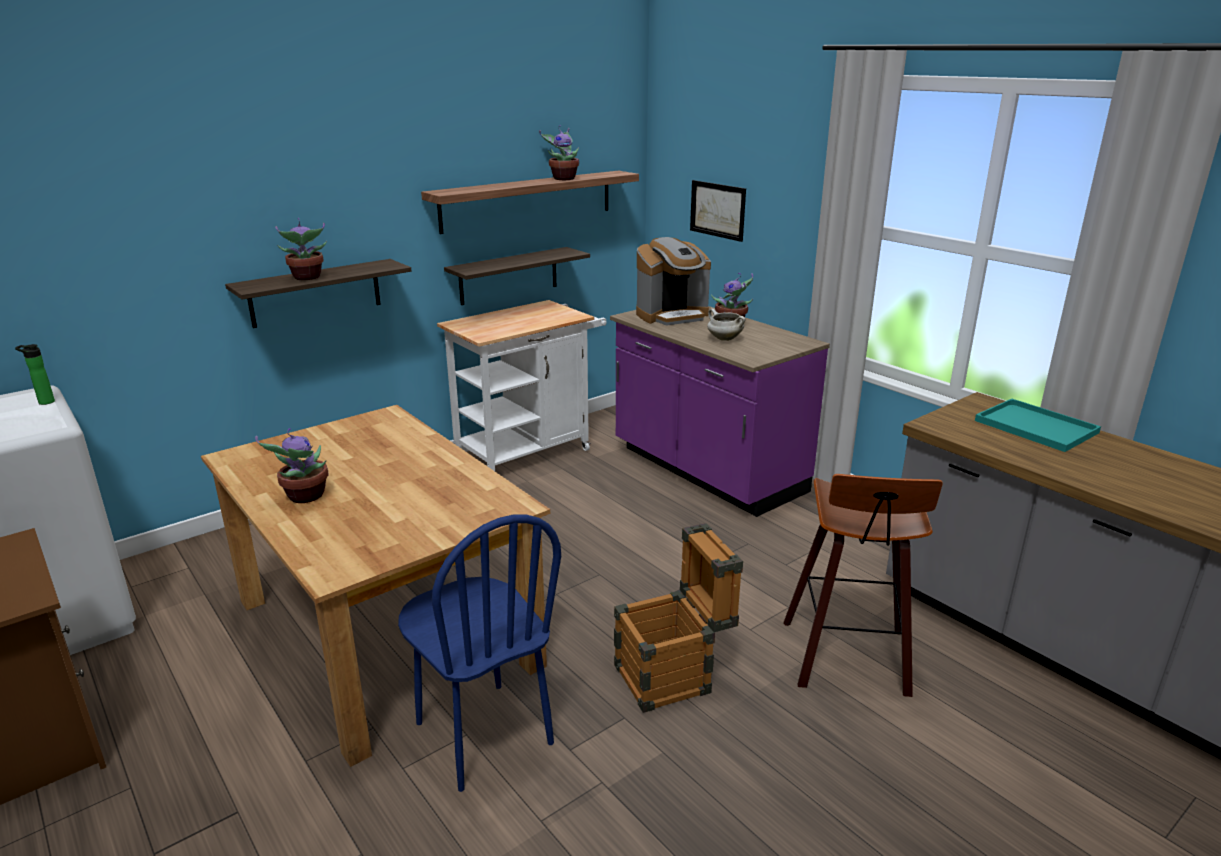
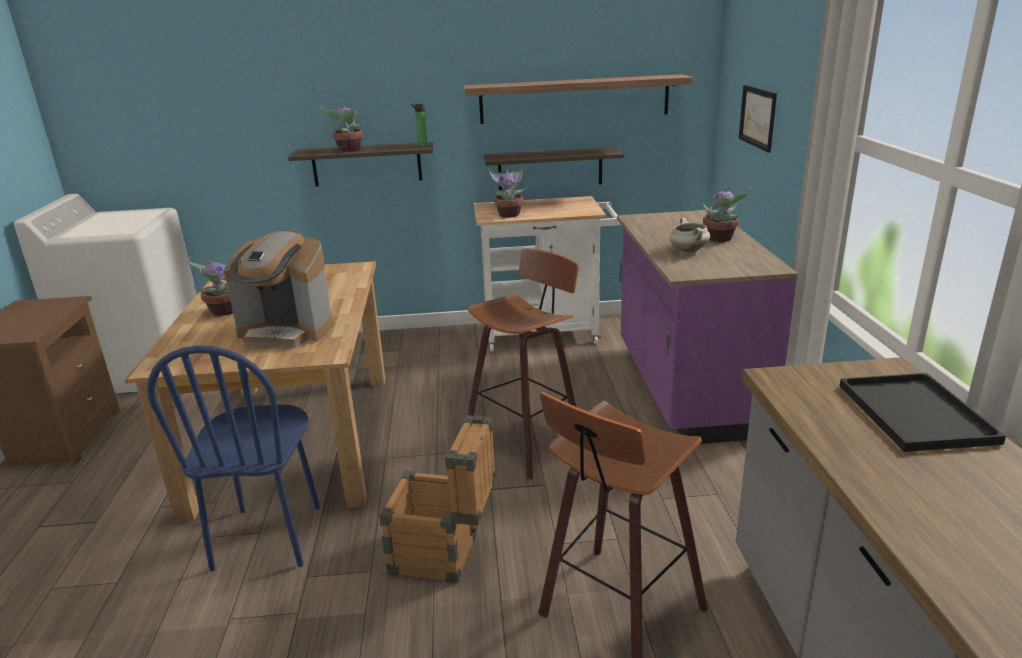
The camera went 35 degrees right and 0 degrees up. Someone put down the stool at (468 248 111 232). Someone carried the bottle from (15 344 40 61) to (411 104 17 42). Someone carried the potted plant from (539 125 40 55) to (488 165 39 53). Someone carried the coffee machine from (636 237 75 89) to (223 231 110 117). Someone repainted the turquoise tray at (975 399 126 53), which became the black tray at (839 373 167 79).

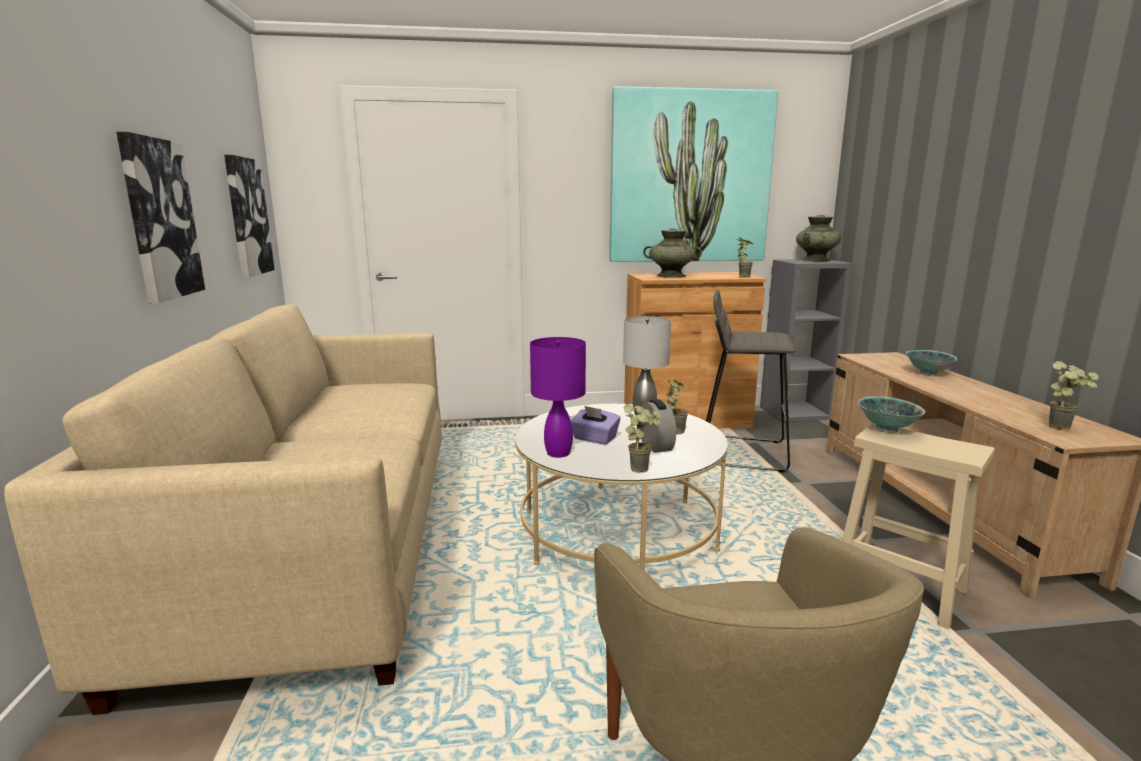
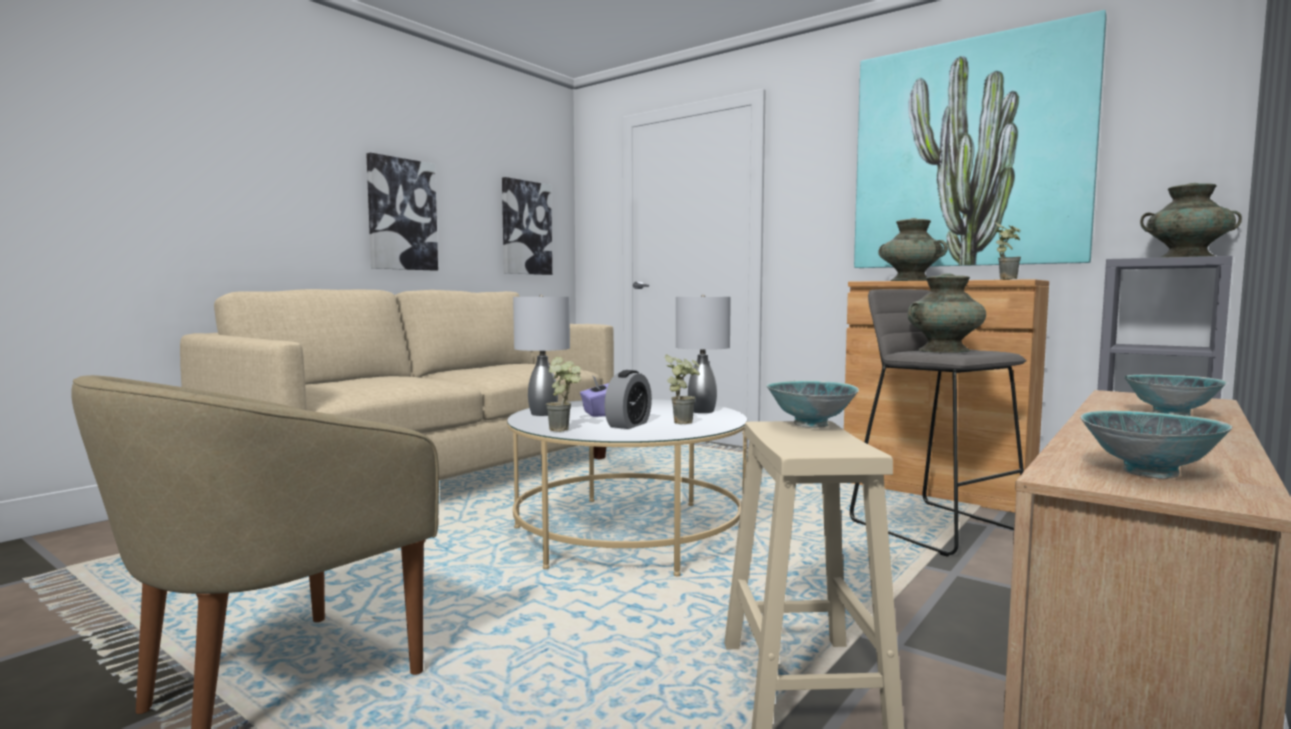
The camera went 45 degrees right and 10 degrees down. Someone put down the turquoise vase at (907 273 79 80). Someone swapped the potted plant at (1049 361 50 69) for the bowl at (1080 411 152 68). Someone repainted the purple table lamp at (530 337 56 121), which became the grey table lamp at (513 295 57 121).

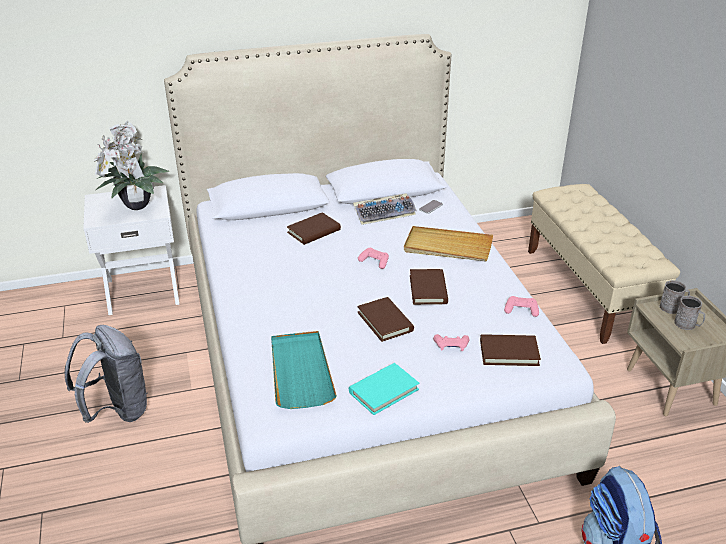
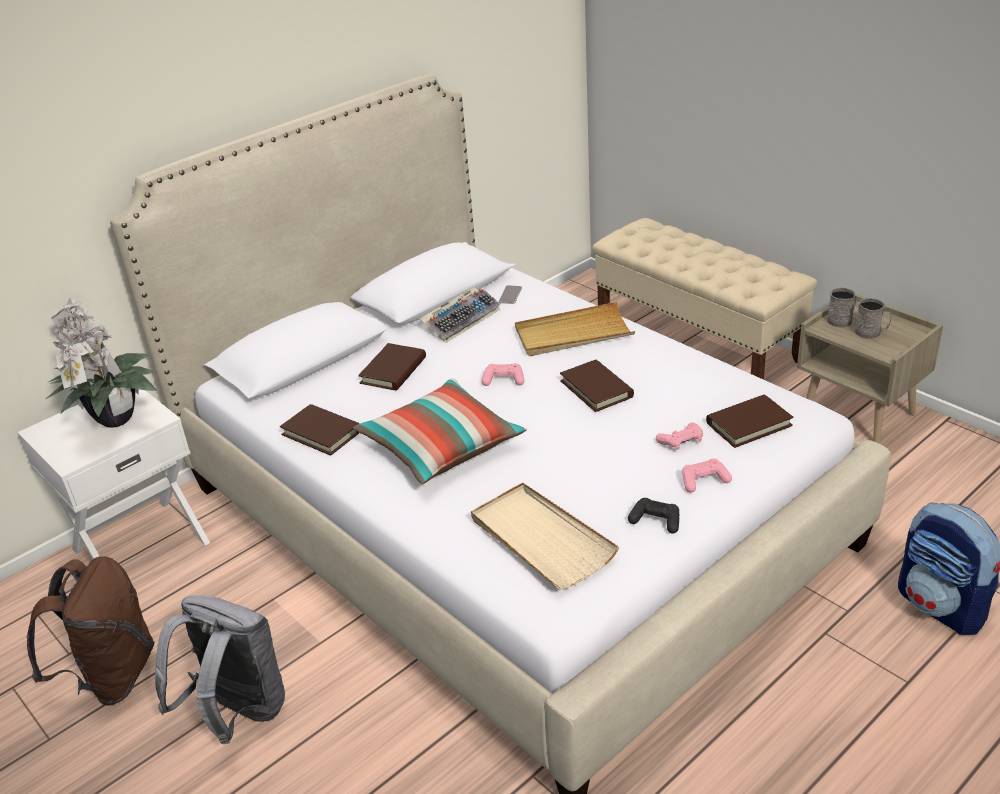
The camera went 25 degrees left and 0 degrees up. Someone put down the brown backpack at (27 557 128 149). Someone put down the pillow at (353 378 174 106). Someone carried the brown book from (357 297 57 45) to (280 404 80 52). Someone carried the pink game controller from (504 296 35 21) to (682 458 50 34). Someone swapped the turquoise book at (349 363 70 52) for the black game controller at (628 498 51 36). Someone repainted the turquoise tray at (271 331 66 78), which became the beige tray at (471 483 148 106).

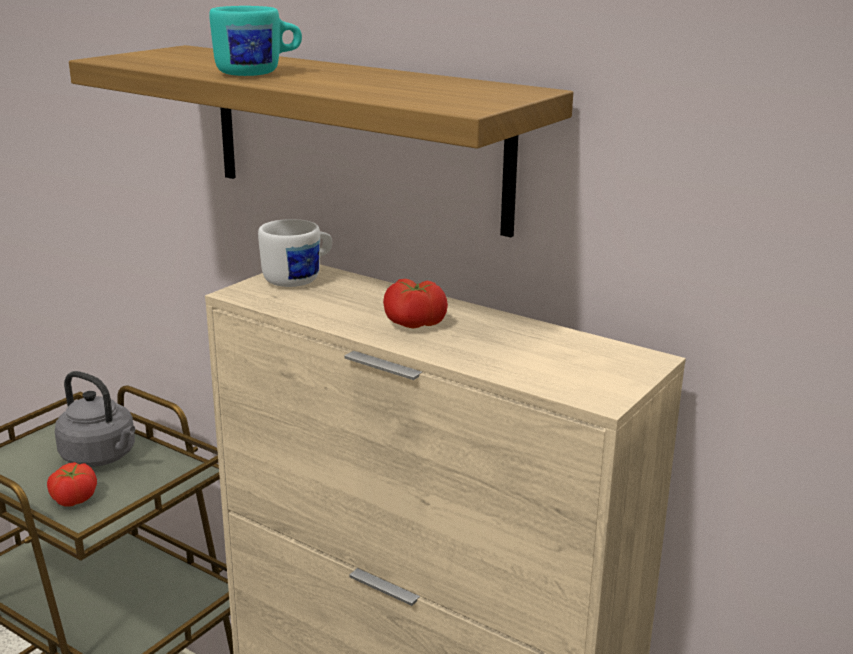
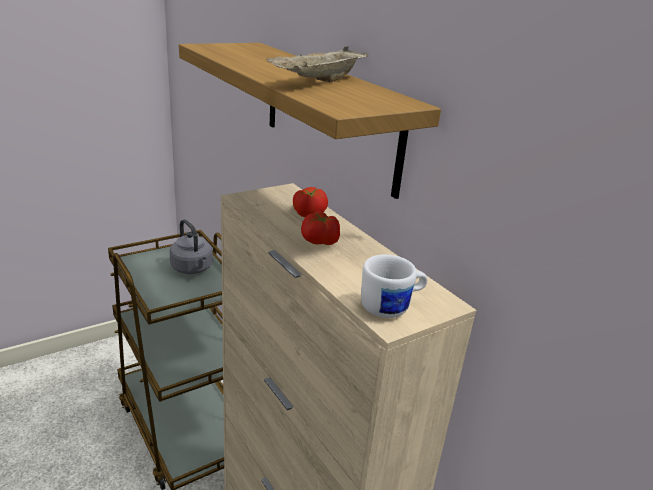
The camera went 20 degrees right and 5 degrees up. Someone took away the turquoise mug at (209 6 93 70). Someone put down the beige tray at (266 46 102 36). Someone carried the tomato from (47 462 50 45) to (293 187 35 30). Someone carried the white mug from (258 219 74 68) to (361 254 67 64).

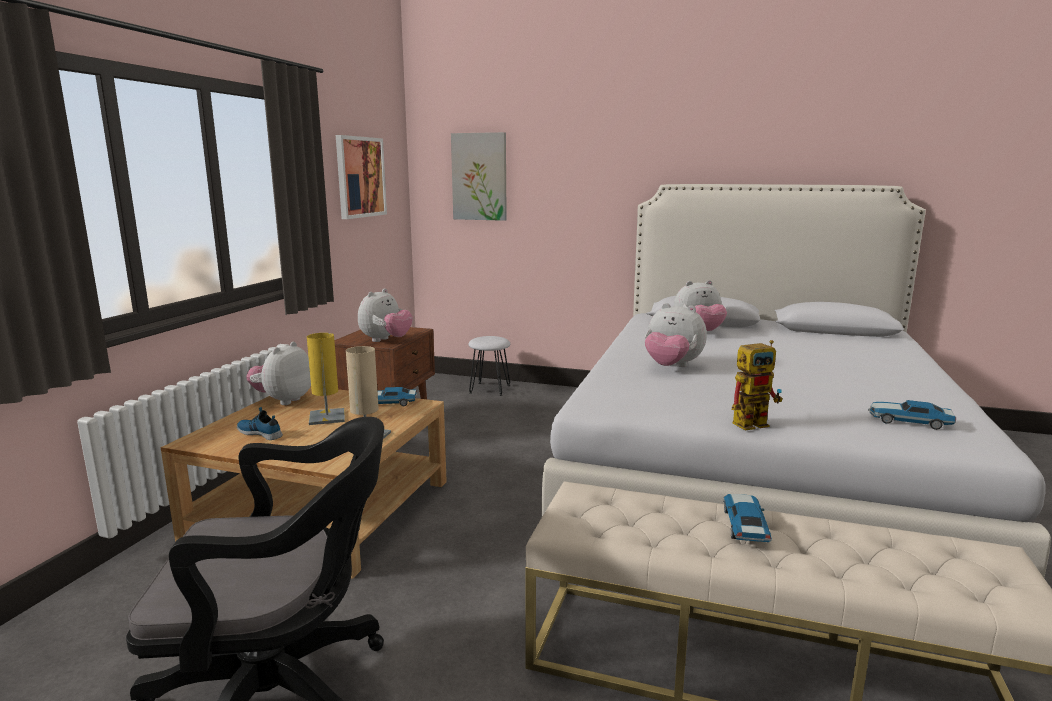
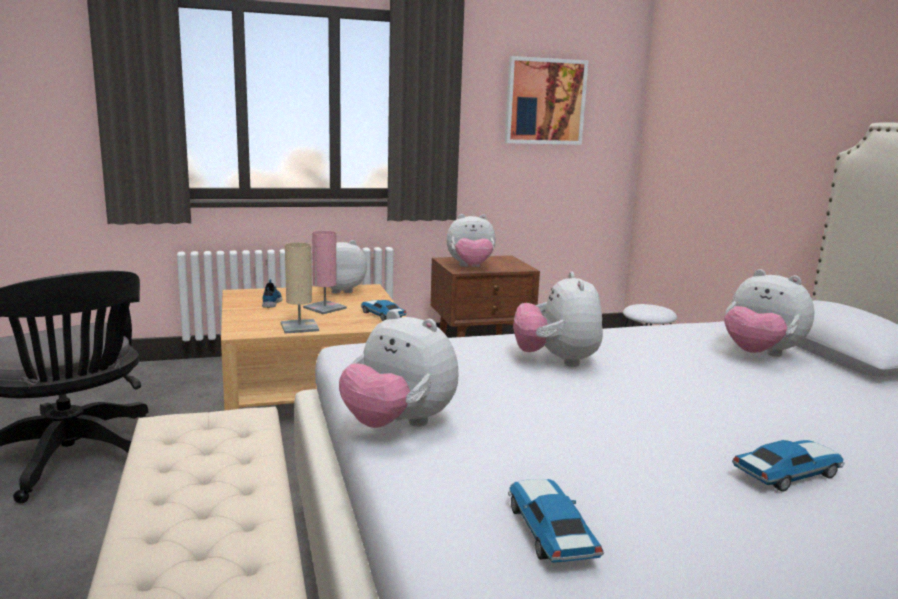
The camera went 55 degrees right and 0 degrees up. Someone took away the picture at (451 132 56 89). Someone carried the toy car from (723 494 49 48) to (732 440 113 52). Someone swapped the toy robot at (732 340 51 91) for the plush toy at (339 310 119 118). Someone repainted the yellow table lamp at (307 333 38 92), which became the pink table lamp at (303 231 44 83).

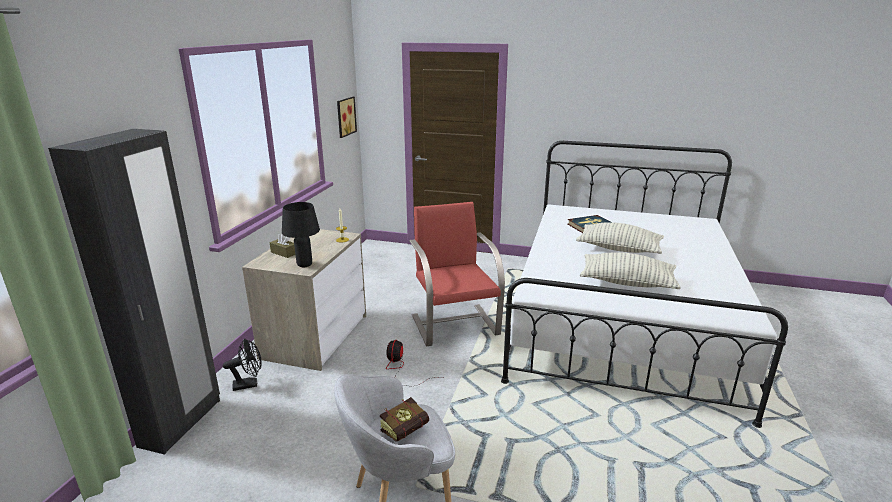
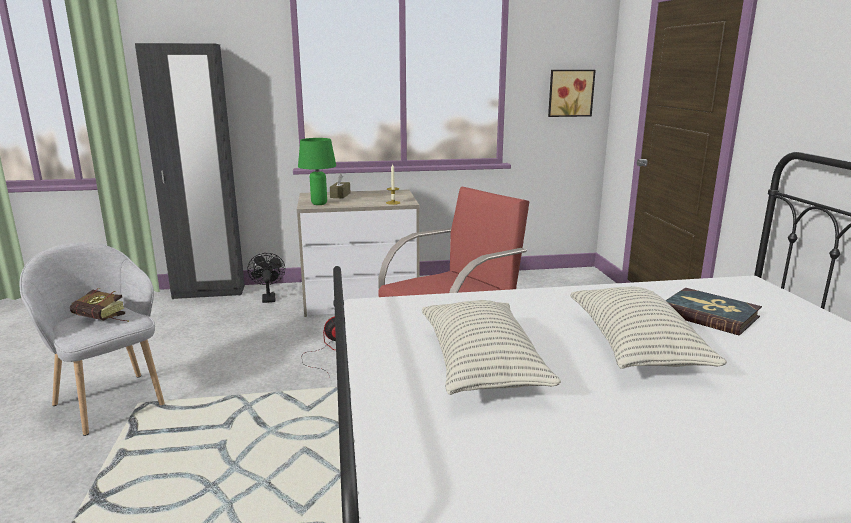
The camera went 65 degrees right and 5 degrees down. Someone repainted the black table lamp at (282 202 38 65), which became the green table lamp at (298 138 38 67). Someone rotated the black fan at (223 339 39 52) by 150 degrees counterclockwise.

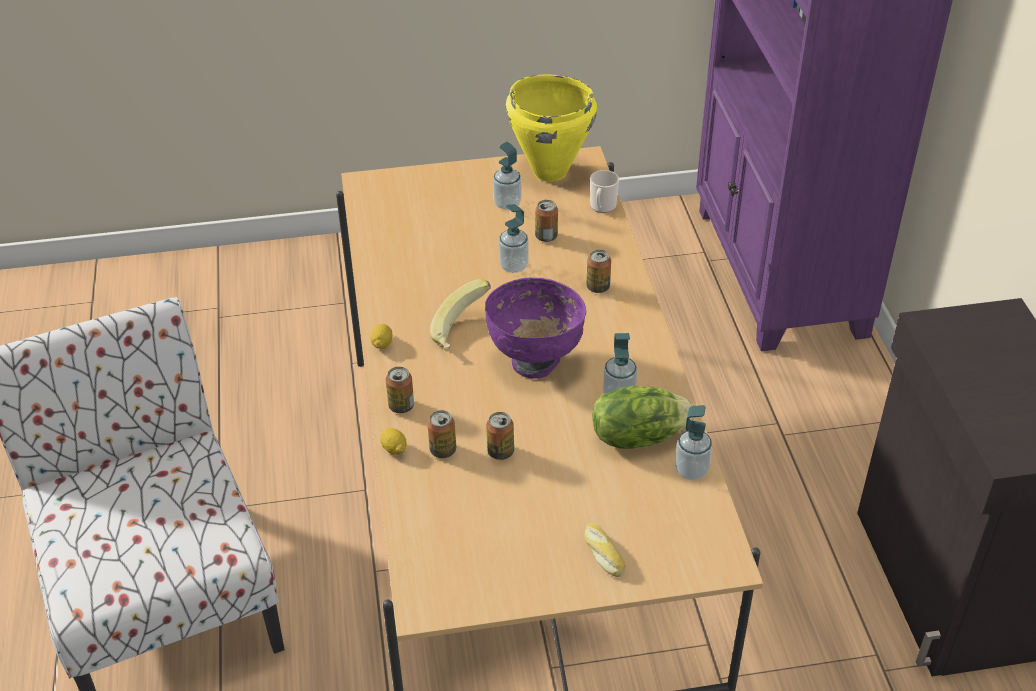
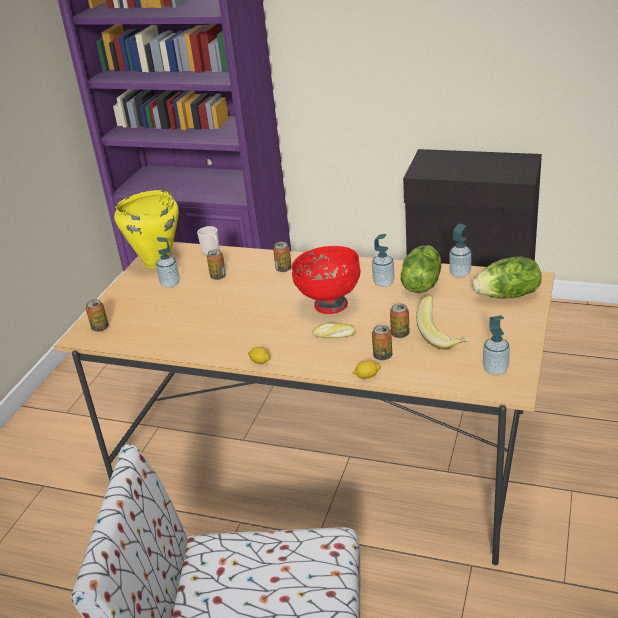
The camera went 60 degrees left and 10 degrees down. Someone put down the lettuce at (472 257 69 41). Someone carried the can from (386 367 28 46) to (86 299 23 33). Someone carried the banana from (430 279 61 72) to (416 296 52 54). Someone carried the soap dispenser from (499 204 30 69) to (483 315 27 60). Someone carried the bread from (585 523 41 54) to (312 323 44 15). Someone repainted the purple bowl at (485 278 101 101), which became the red bowl at (292 246 68 68).

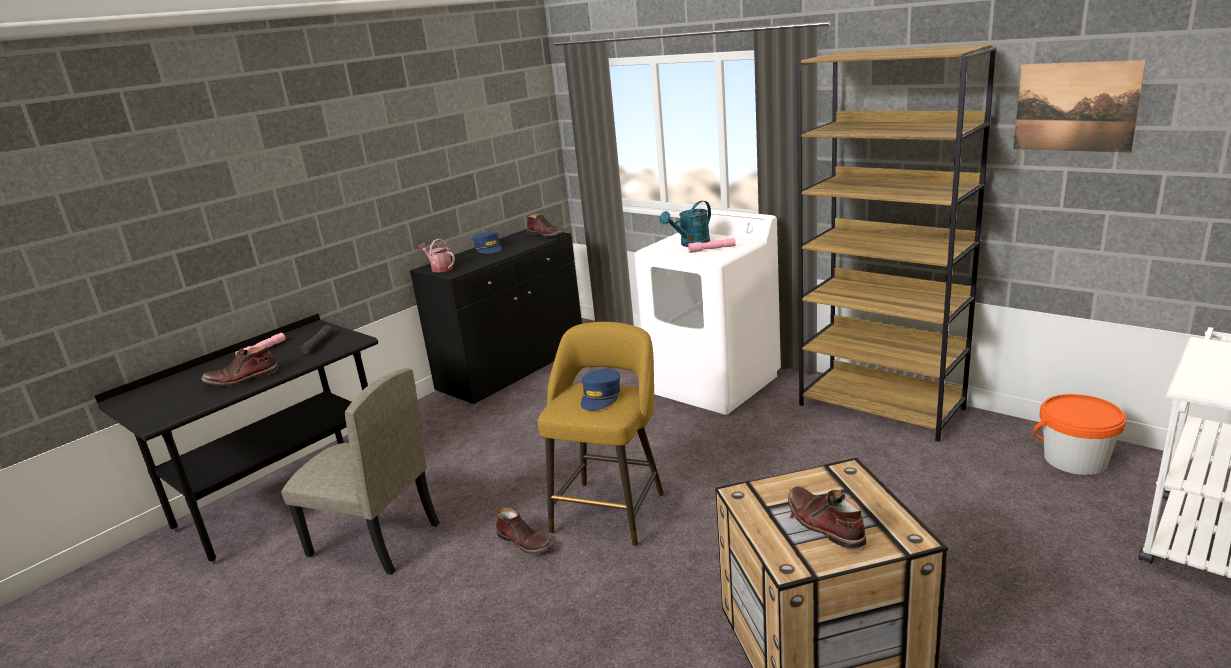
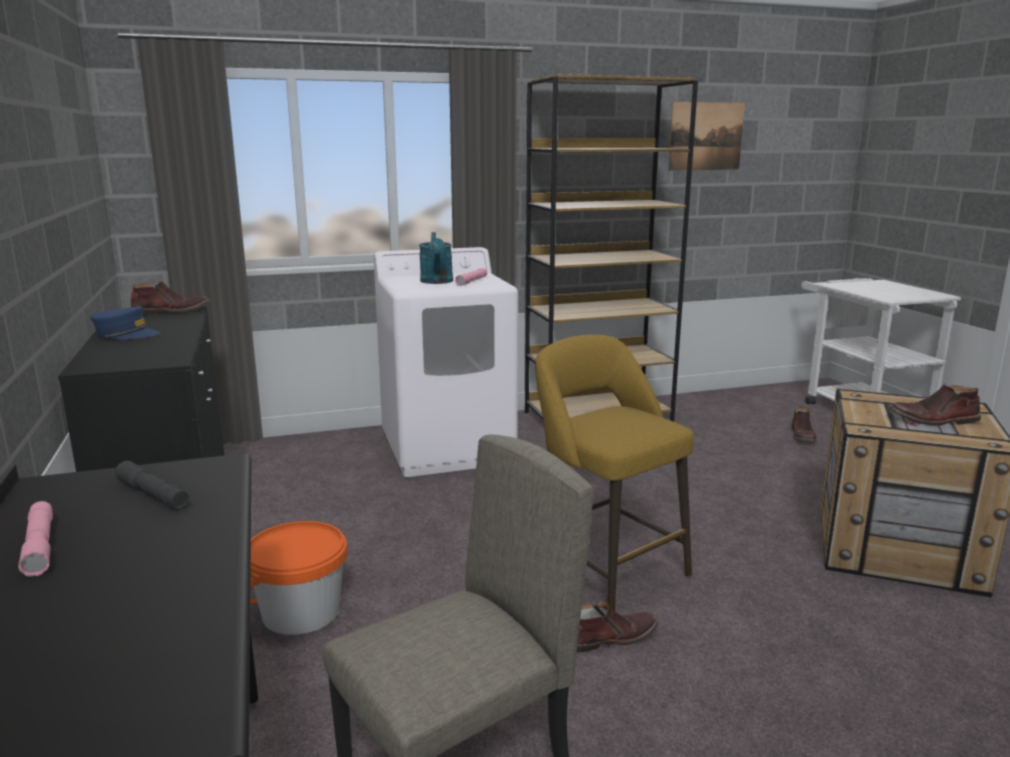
The camera went 60 degrees left and 5 degrees down. Someone took away the watering can at (418 239 37 33). Someone took away the blue cap at (581 369 39 42). Someone carried the brown boot from (202 347 76 39) to (792 406 24 36). Someone carried the orange bucket from (1033 394 93 81) to (250 521 98 114).

